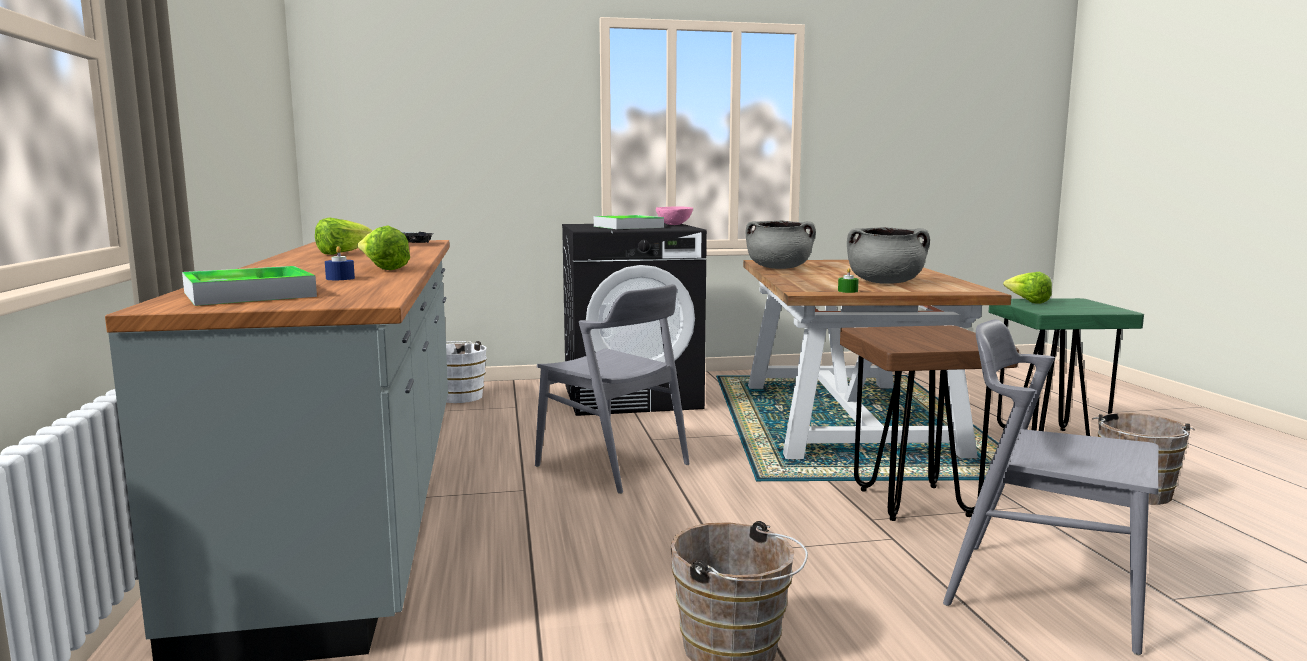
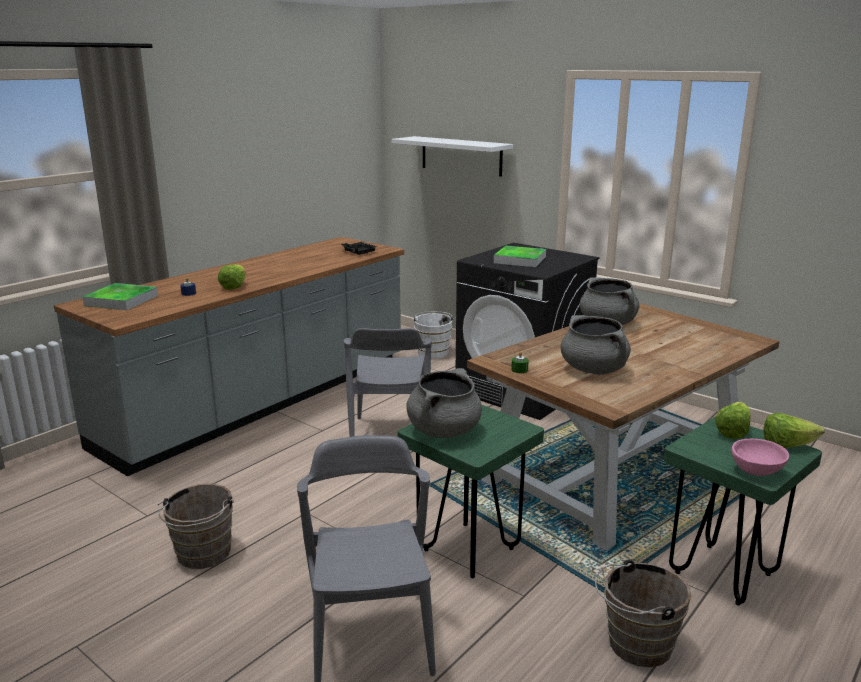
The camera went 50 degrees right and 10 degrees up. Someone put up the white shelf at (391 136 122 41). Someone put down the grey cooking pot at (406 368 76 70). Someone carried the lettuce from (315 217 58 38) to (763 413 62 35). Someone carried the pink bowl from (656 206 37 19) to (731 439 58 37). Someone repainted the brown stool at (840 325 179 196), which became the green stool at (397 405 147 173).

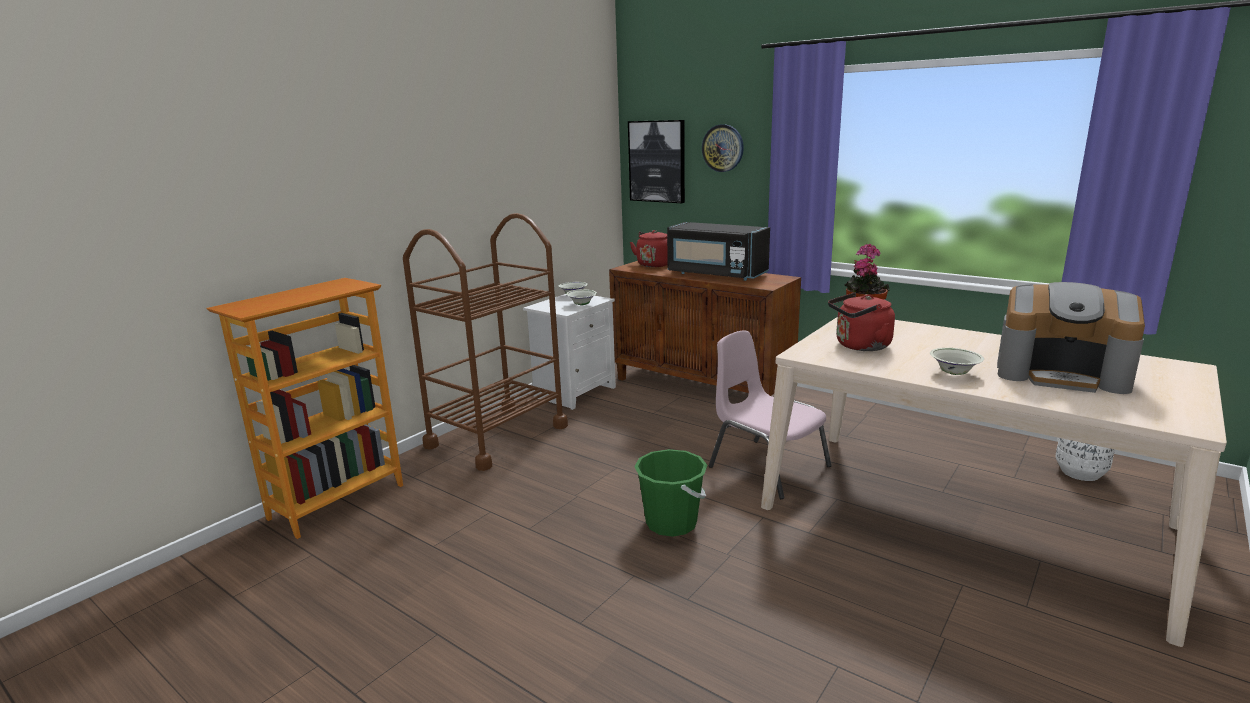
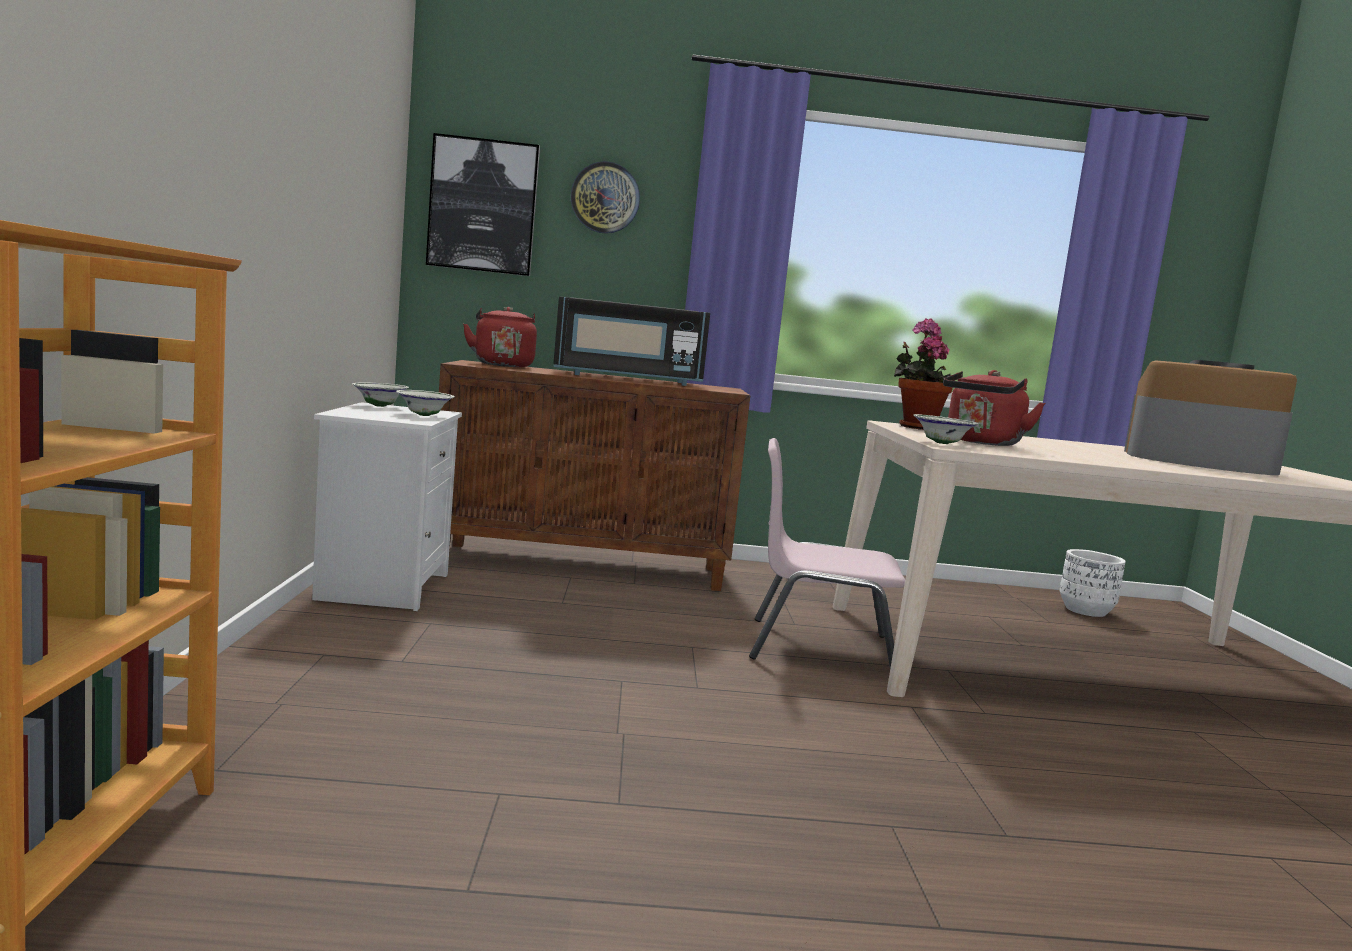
The camera went 40 degrees left and 10 degrees down. Someone took away the brown cart at (403 213 165 258). Someone took away the green bucket at (634 449 73 88). Someone carried the white bowl from (930 348 54 27) to (914 414 65 30). Someone rotated the coffee machine at (997 282 148 112) by 150 degrees counterclockwise.

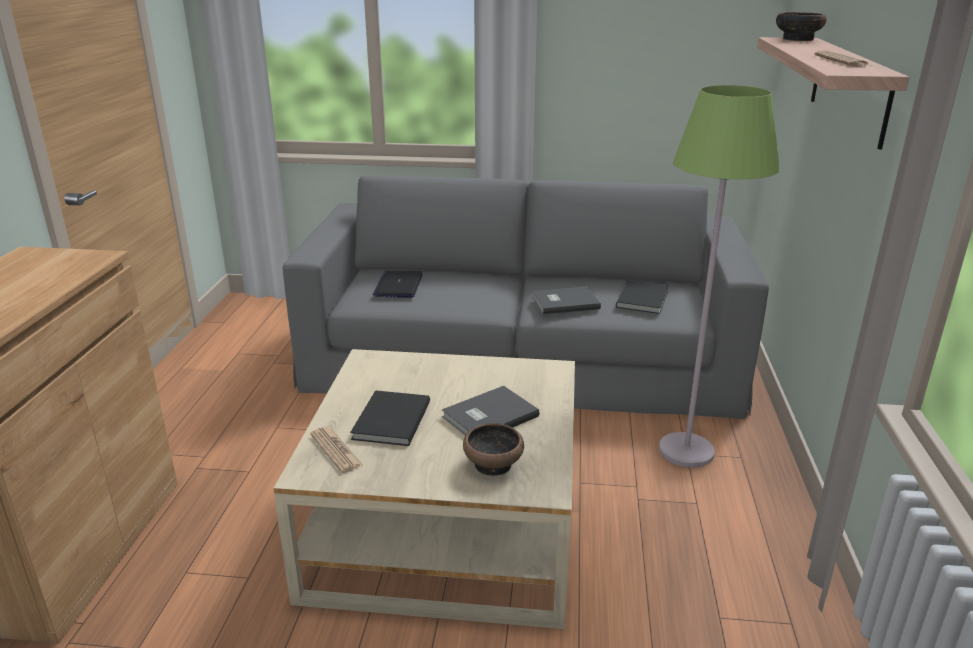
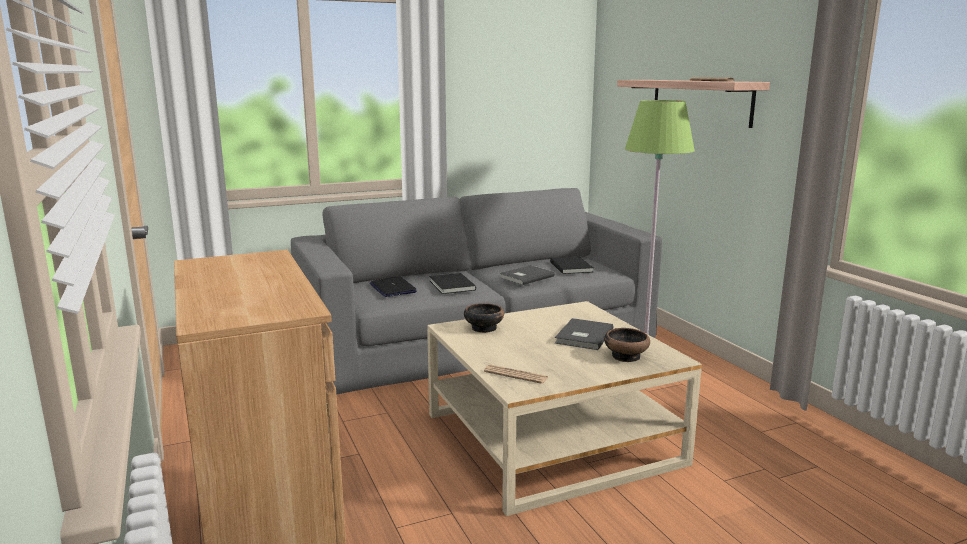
The camera went 30 degrees left and 10 degrees down. Someone carried the black book from (350 390 80 56) to (429 273 47 21). Someone carried the bowl from (776 12 51 29) to (464 303 40 30).

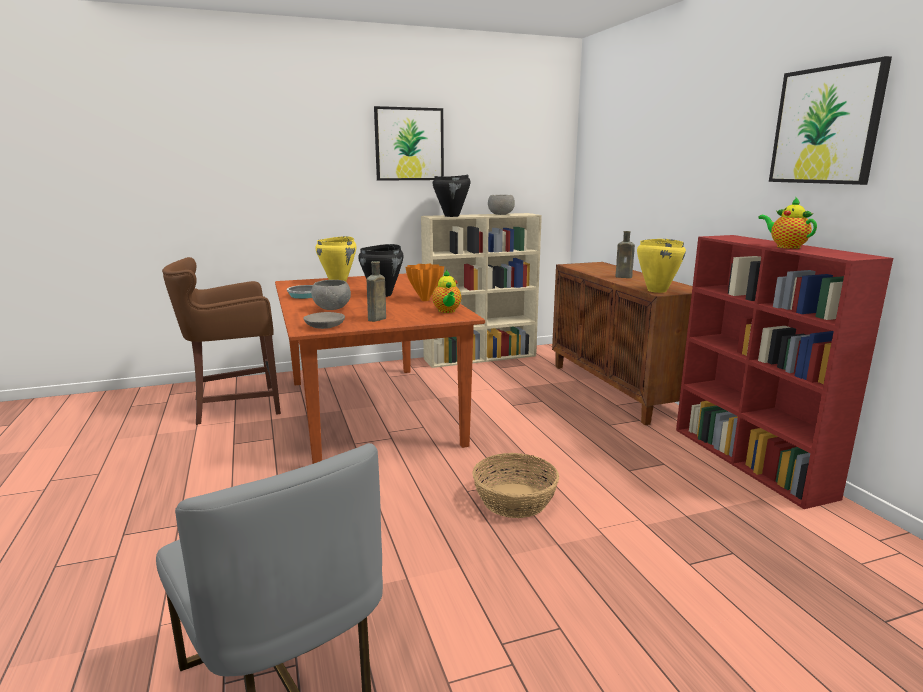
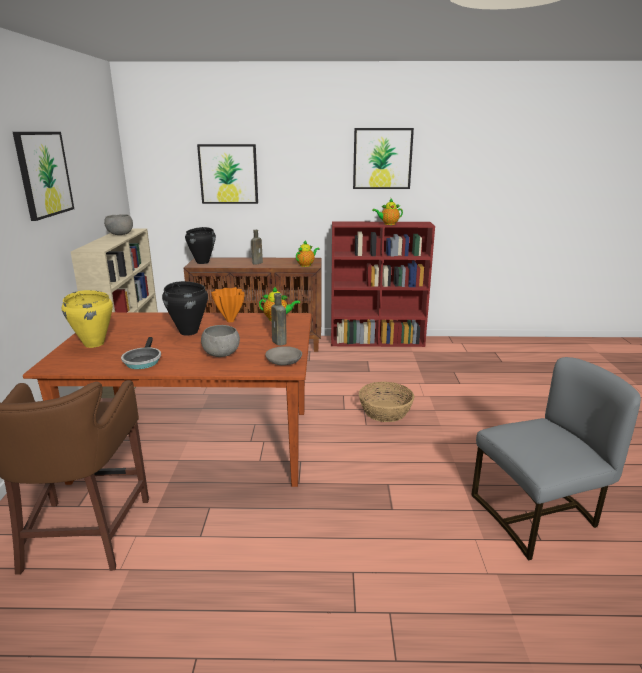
The camera went 70 degrees left and 5 degrees up. Someone put up the picture at (197 144 61 60). Someone carried the black cooking pot from (433 175 38 42) to (185 227 31 37). Someone swapped the yellow cooking pot at (637 239 49 54) for the teapot at (296 240 24 27).

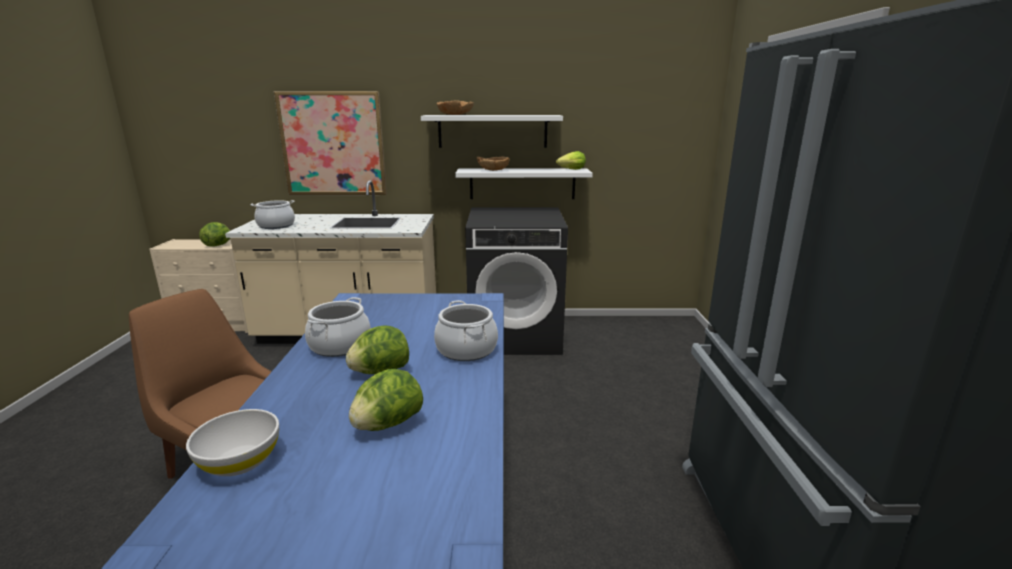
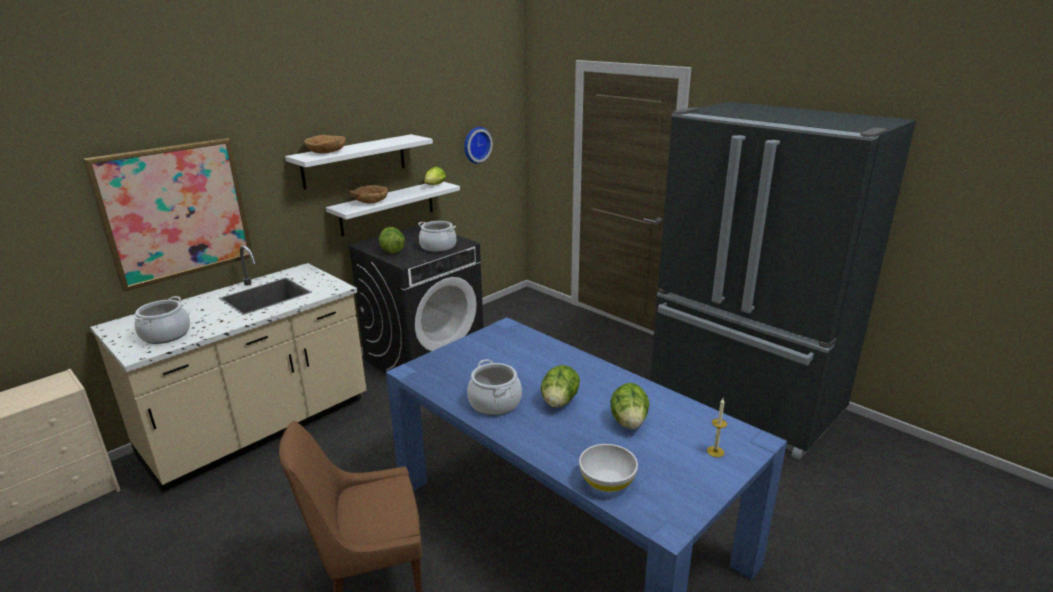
The camera went 45 degrees left and 5 degrees up. Someone put up the wall clock at (464 127 29 37). Someone put down the candle at (707 399 20 58). Someone carried the lettuce from (199 222 31 25) to (379 227 26 27). Someone carried the cooking pot from (434 300 64 61) to (418 221 38 31).

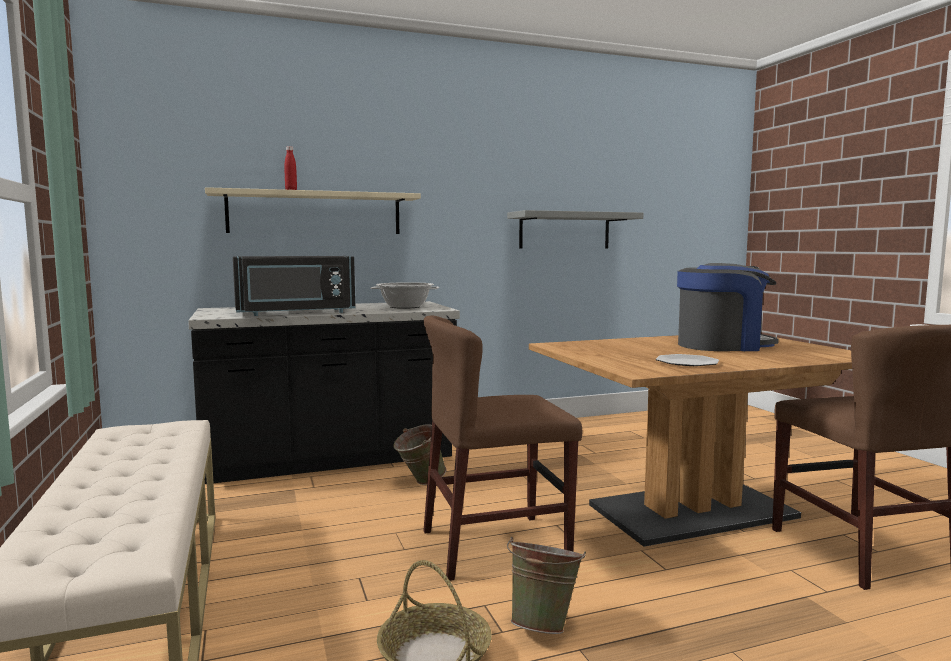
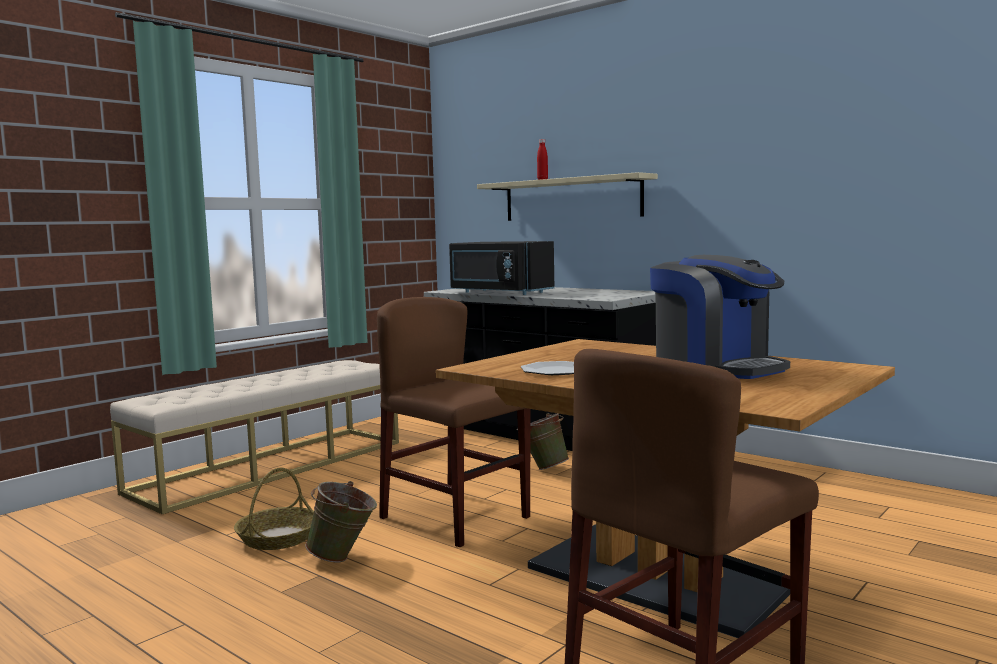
The camera went 60 degrees right and 0 degrees up. Someone took away the cooking pot at (370 282 69 27). Someone took away the grey shelf at (507 210 136 39).

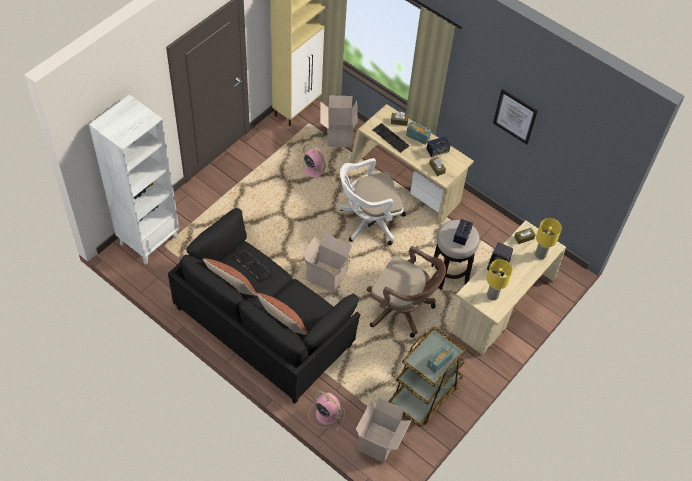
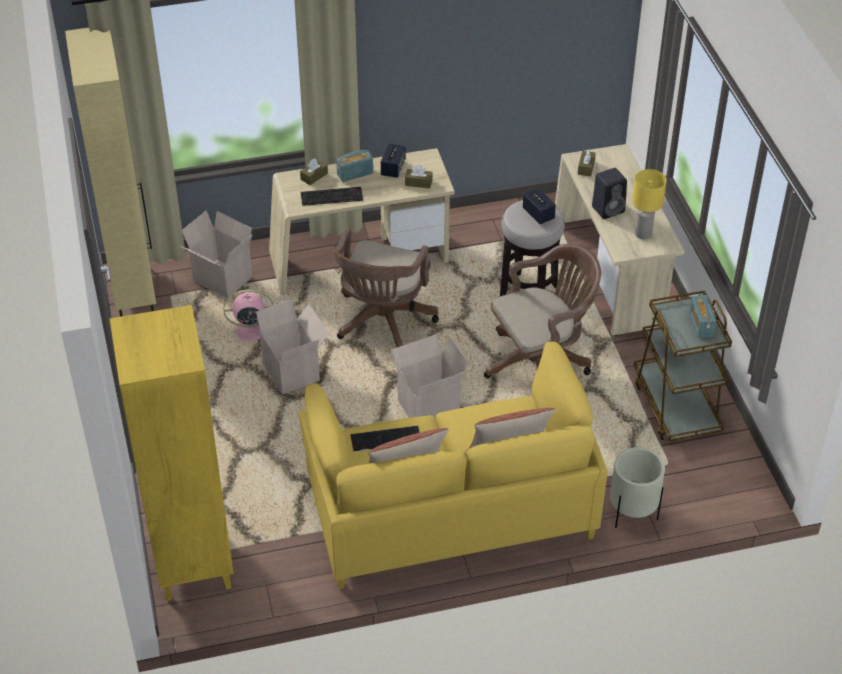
The camera went 50 degrees left and 10 degrees down. Someone took away the picture at (493 89 45 55). Someone took away the yellow table lamp at (535 218 27 41). Someone carried the cardboard box from (356 397 55 66) to (253 299 76 95). Someone swapped the pink fan at (308 390 37 40) for the beige planter at (610 447 55 81). Someone repainted the white bookcase at (89 95 90 170), which became the yellow bookcase at (110 305 124 296). Someone repainted the black sofa at (168 208 192 196), which became the yellow sofa at (298 342 309 247). Someone repainted the white office chair at (339 158 67 87), which became the brown office chair at (334 228 105 119).

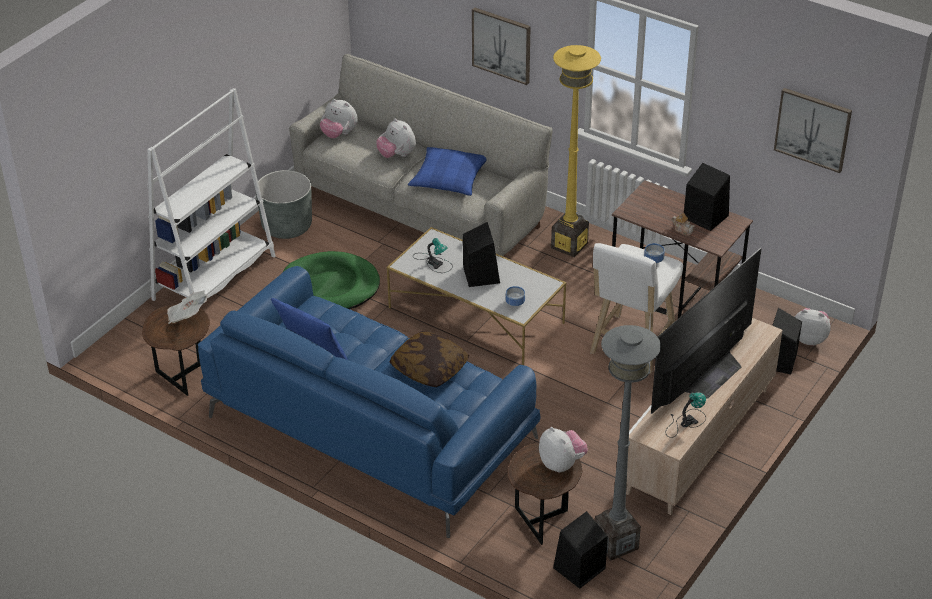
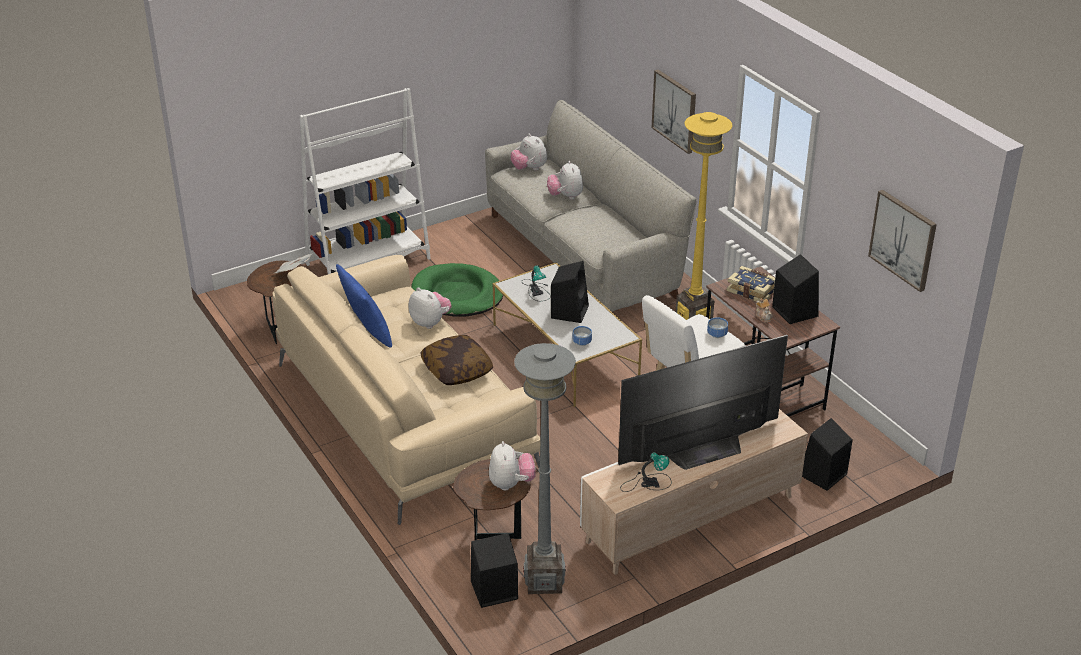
The camera went 25 degrees right and 5 degrees down. Someone took away the grey planter at (255 170 57 69). Someone took away the blue pillow at (408 147 79 49). Someone put down the book at (727 266 48 35). Someone carried the plush toy from (795 308 36 37) to (409 287 43 42). Someone repainted the blue sofa at (198 266 343 272), which became the beige sofa at (273 255 268 270).

